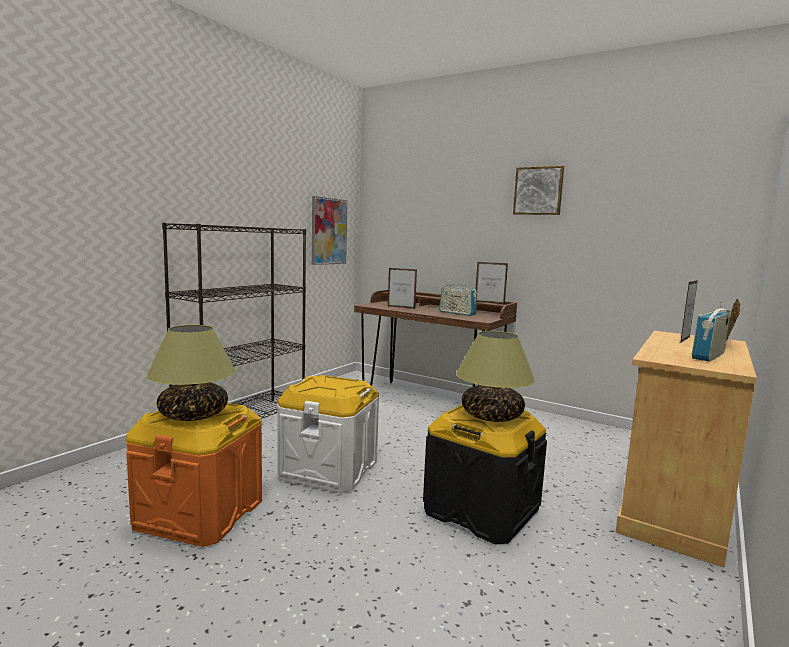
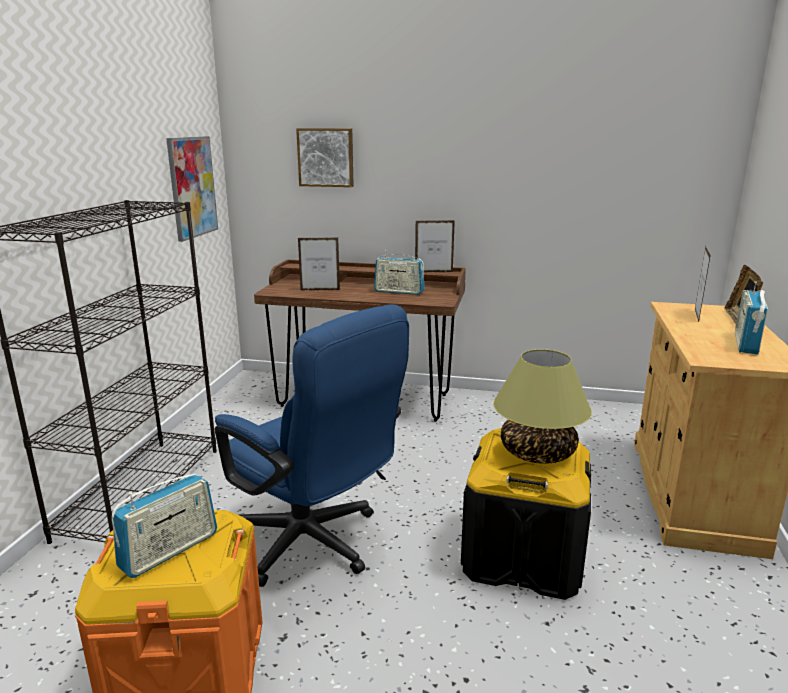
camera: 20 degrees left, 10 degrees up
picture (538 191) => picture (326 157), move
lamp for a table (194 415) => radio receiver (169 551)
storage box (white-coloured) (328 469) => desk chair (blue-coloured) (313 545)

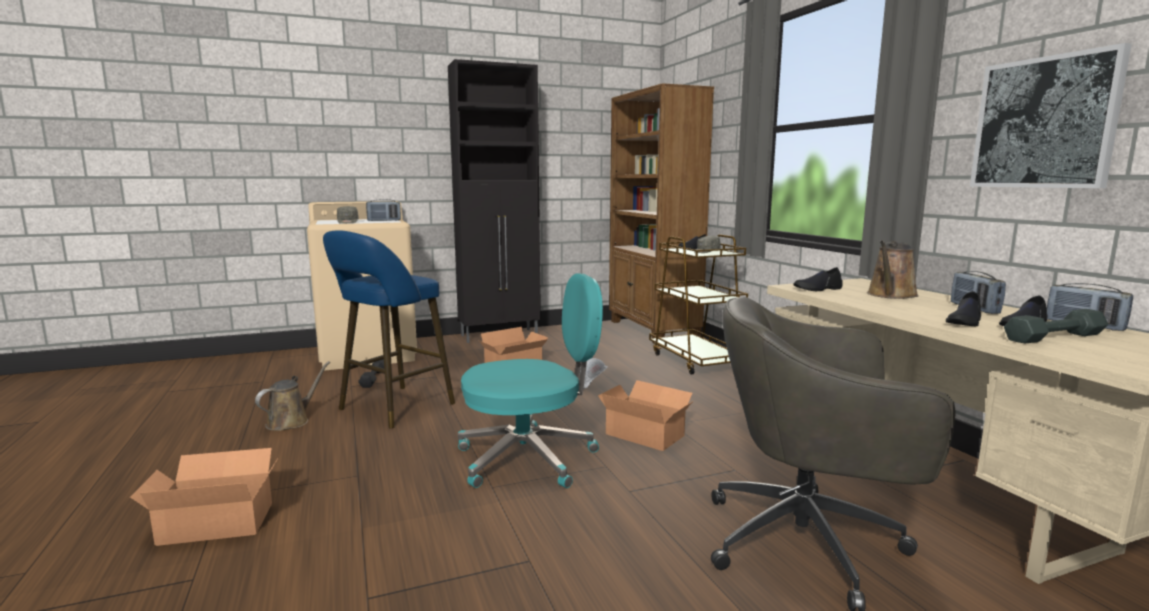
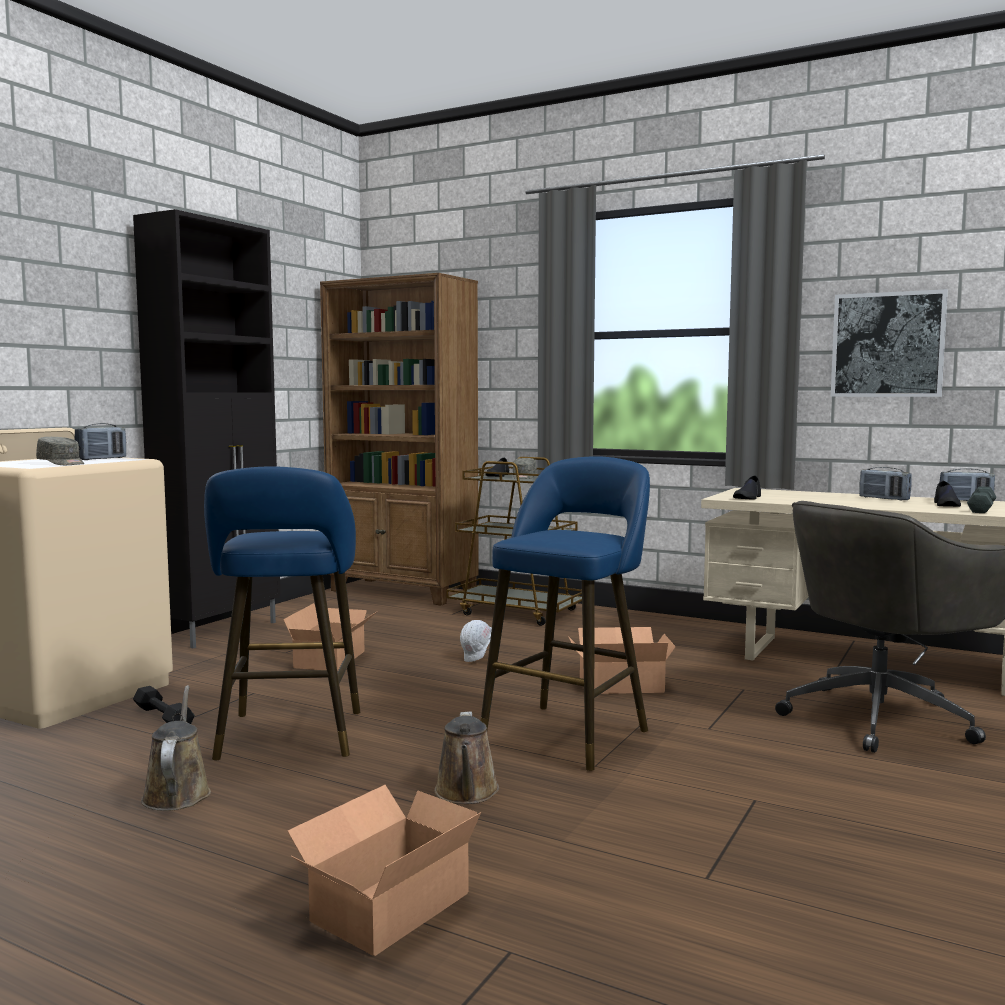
camera: 40 degrees left, 5 degrees down
shoe (blackish) (964 322) => nothing
watering can (brown) (890 295) => watering can (brown) (466 793), move
desk chair (turquoise) (530 458) => sitting stool (blue-coloured) (569 733)

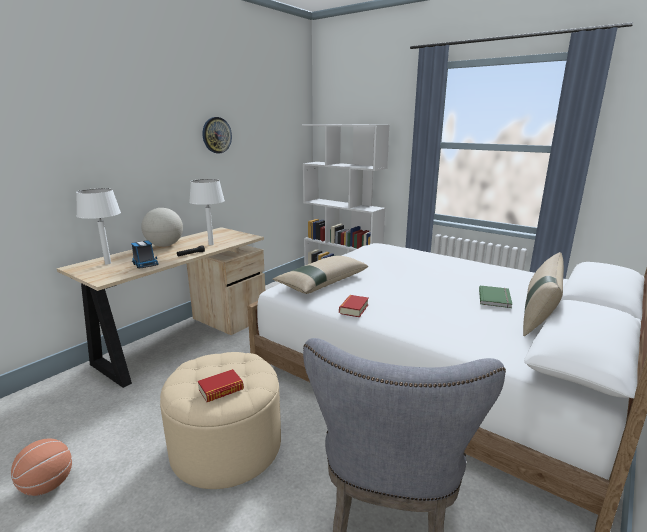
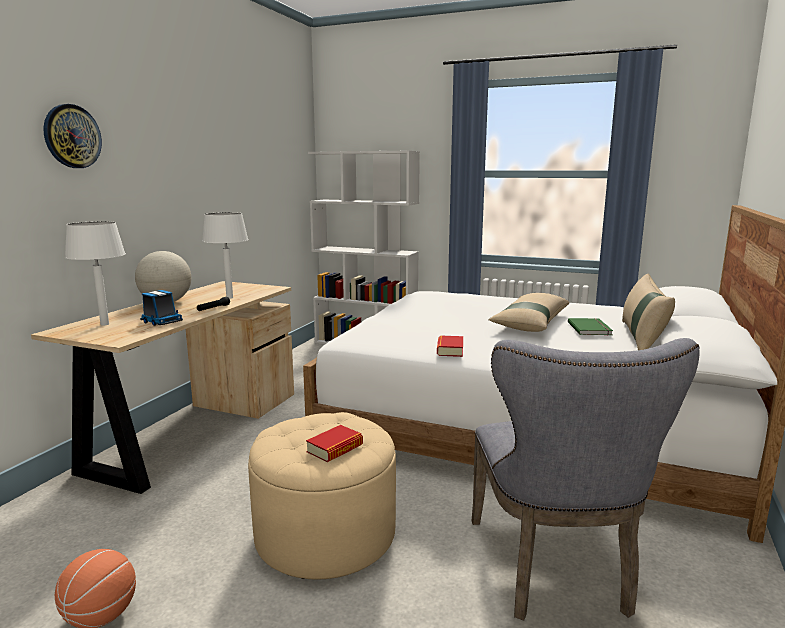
camera: 15 degrees left, 5 degrees down
clock on the wall (216 135) => clock on the wall (72 136), move
throw pillow (beige) (321 282) => throw pillow (beige) (530 322), move

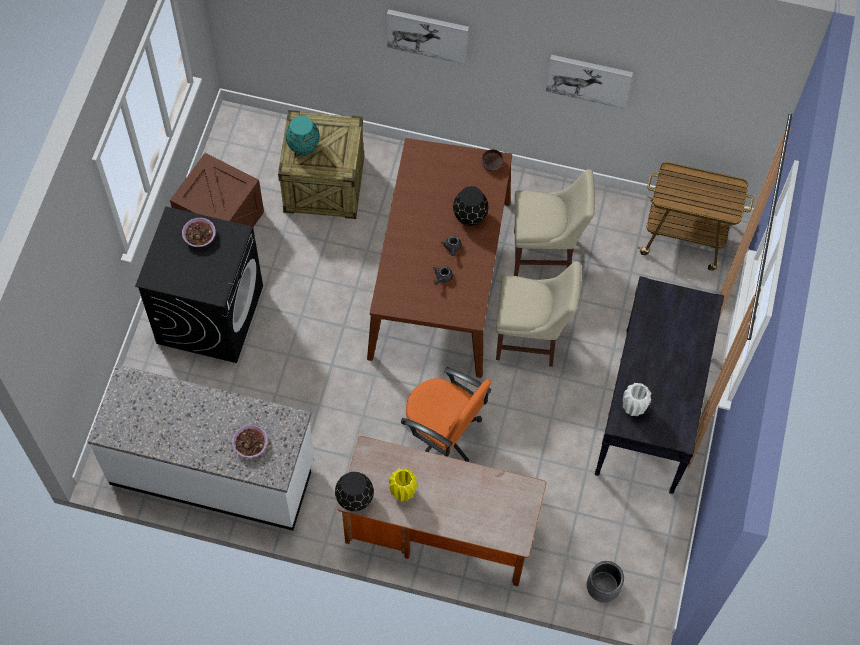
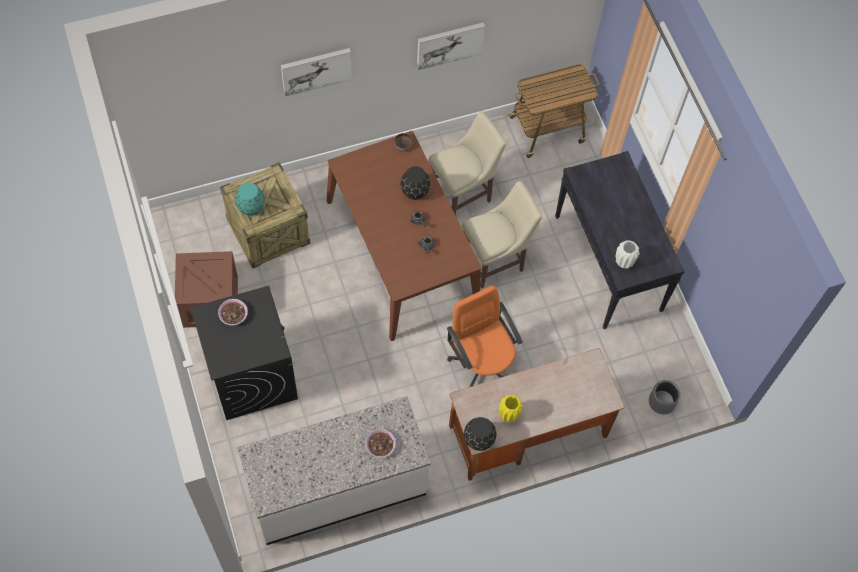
camera: 35 degrees left, 0 degrees up
desk chair (orangey) (443 434) => desk chair (orangey) (482 362), 120 degrees counterclockwise

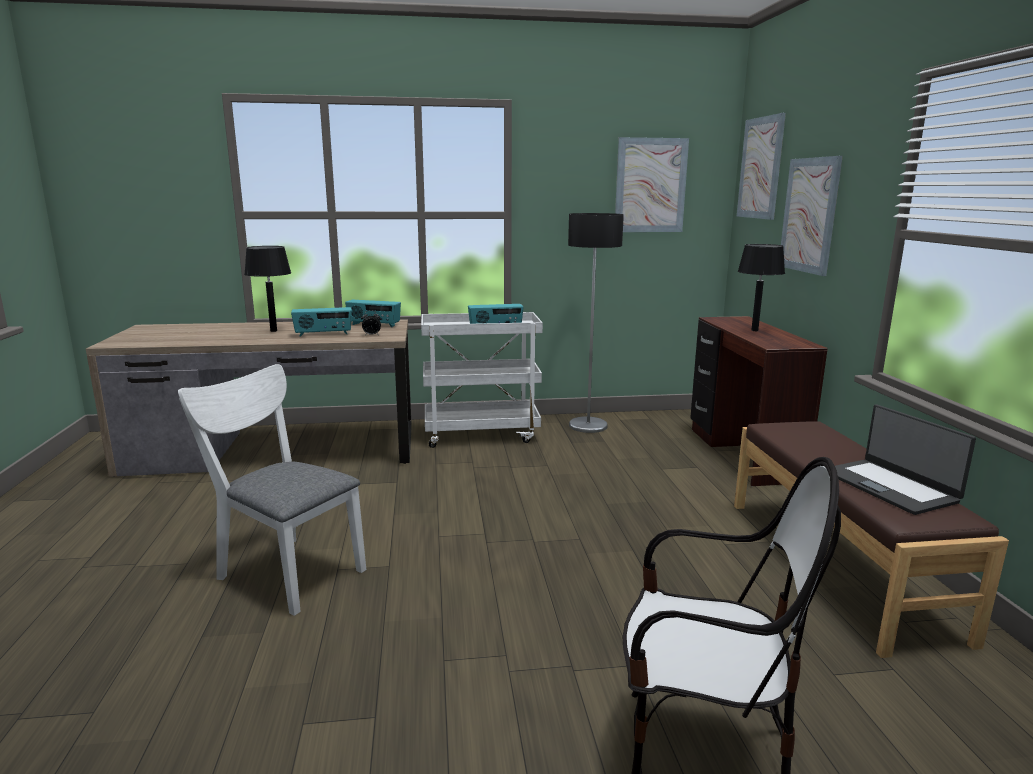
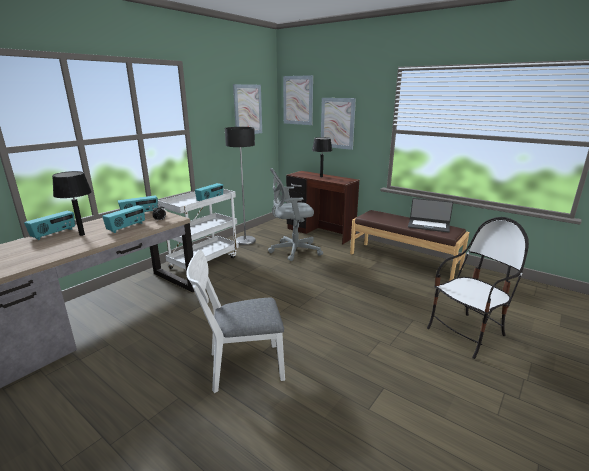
camera: 45 degrees left, 5 degrees up
nothing => radio receiver (54 234)
nothing => desk chair (greyish) (292 250)

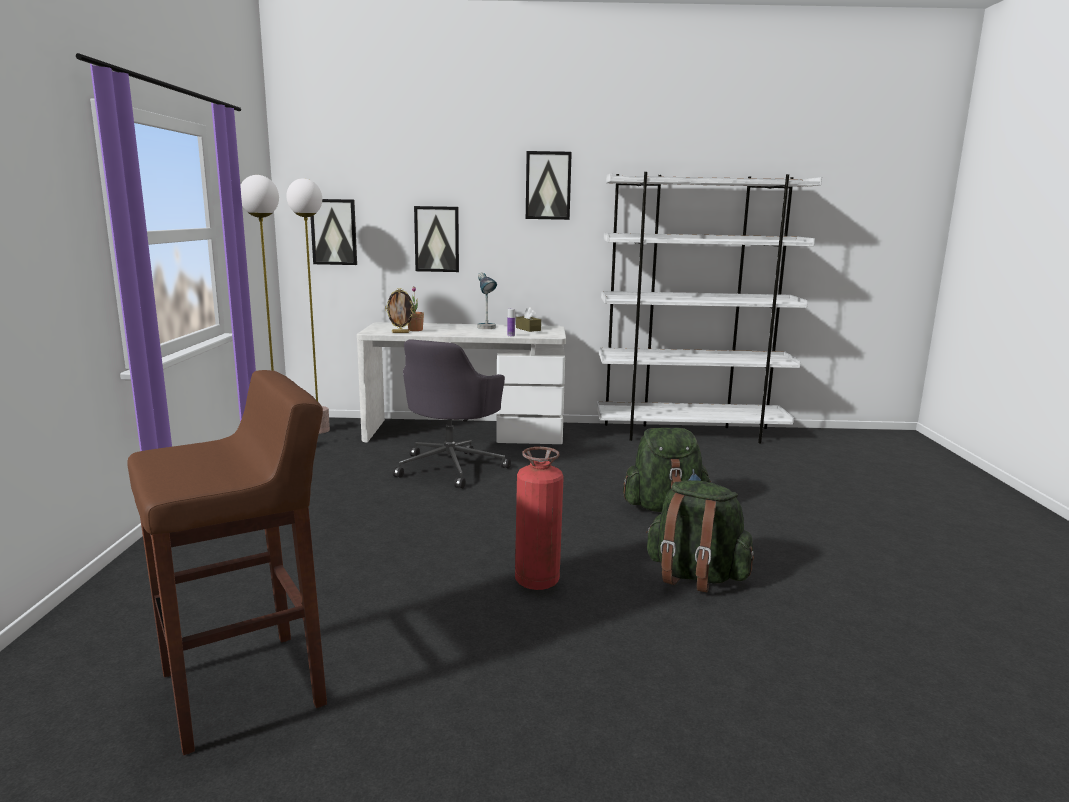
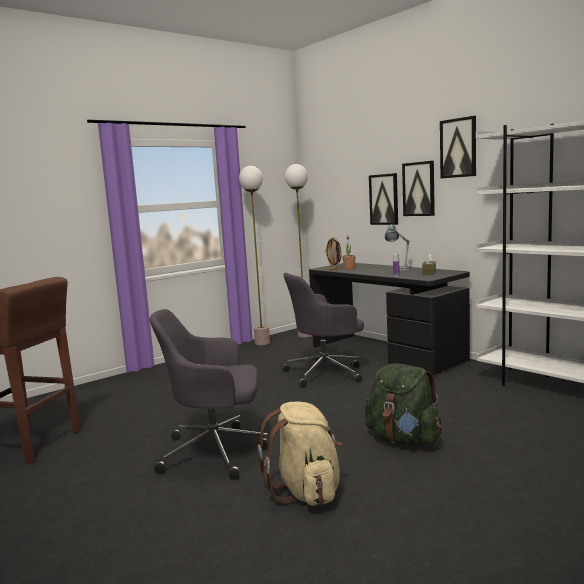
camera: 50 degrees right, 5 degrees down
picture (334 232) => picture (419 189), move
extinguisher (537 581) => desk chair (greyish) (216 452)
desk (white-coloured) (465 432) => desk (blackish) (386 353)
rucksack (greenish) (695 576) => rucksack (beige) (306 491)

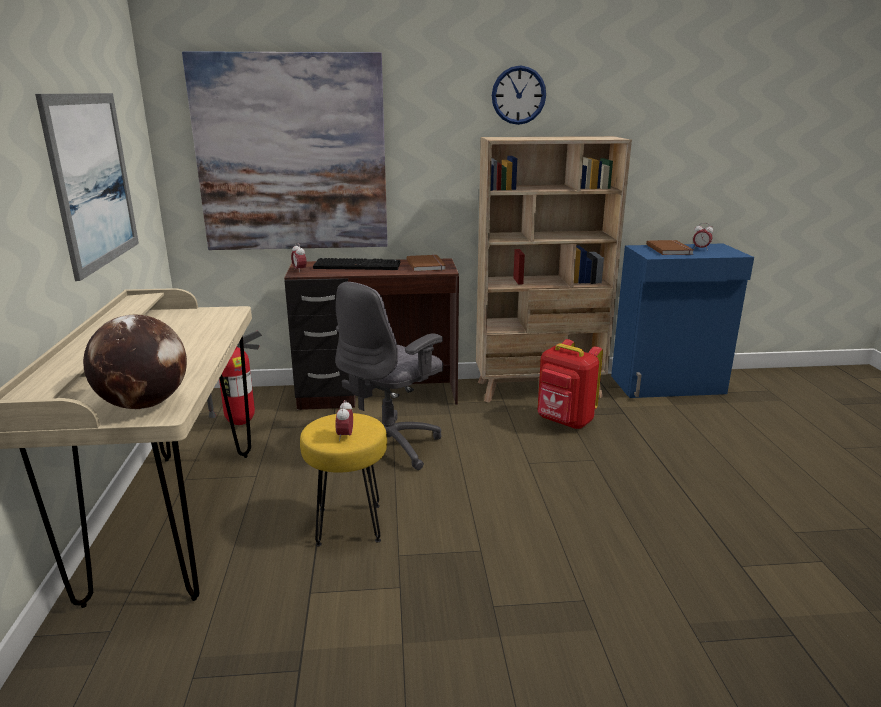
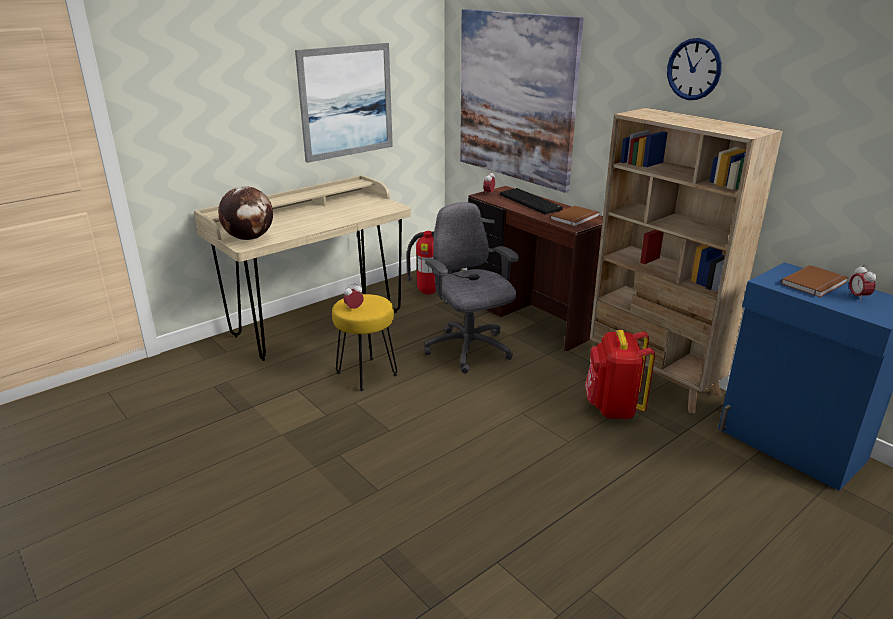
camera: 55 degrees right, 5 degrees up
desk chair (greyish) (390 446) => desk chair (greyish) (469 350), 60 degrees clockwise

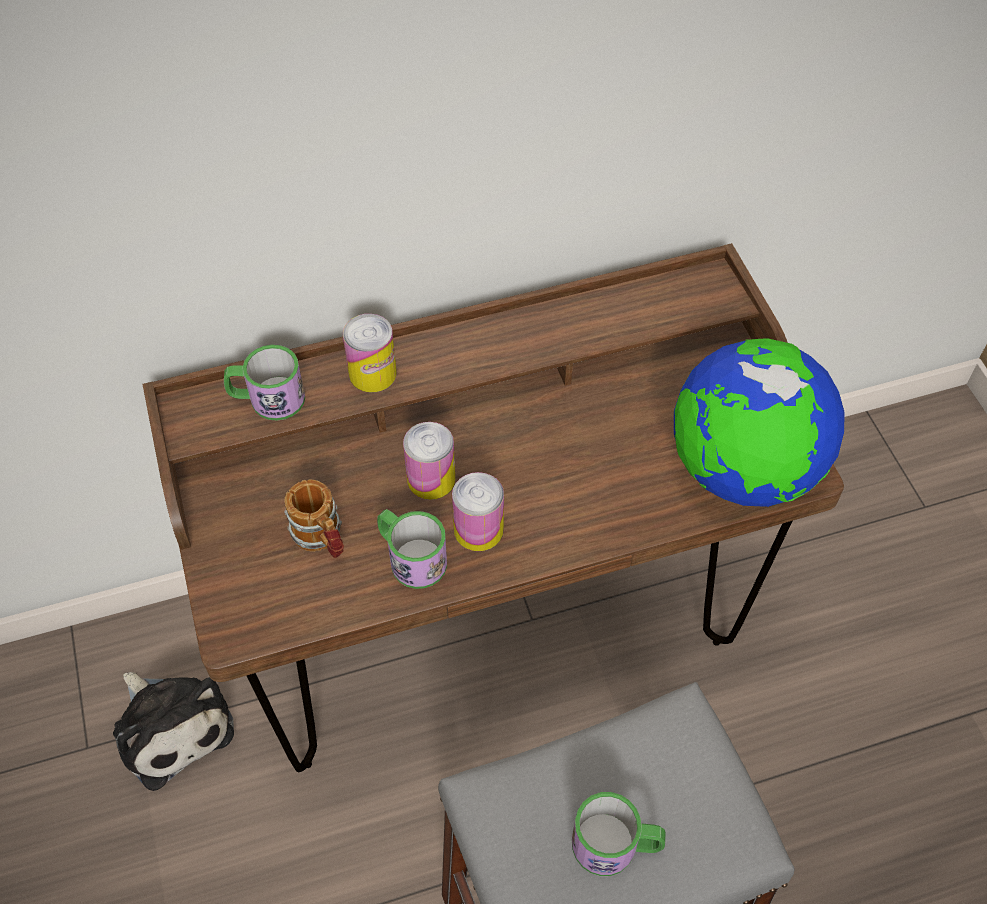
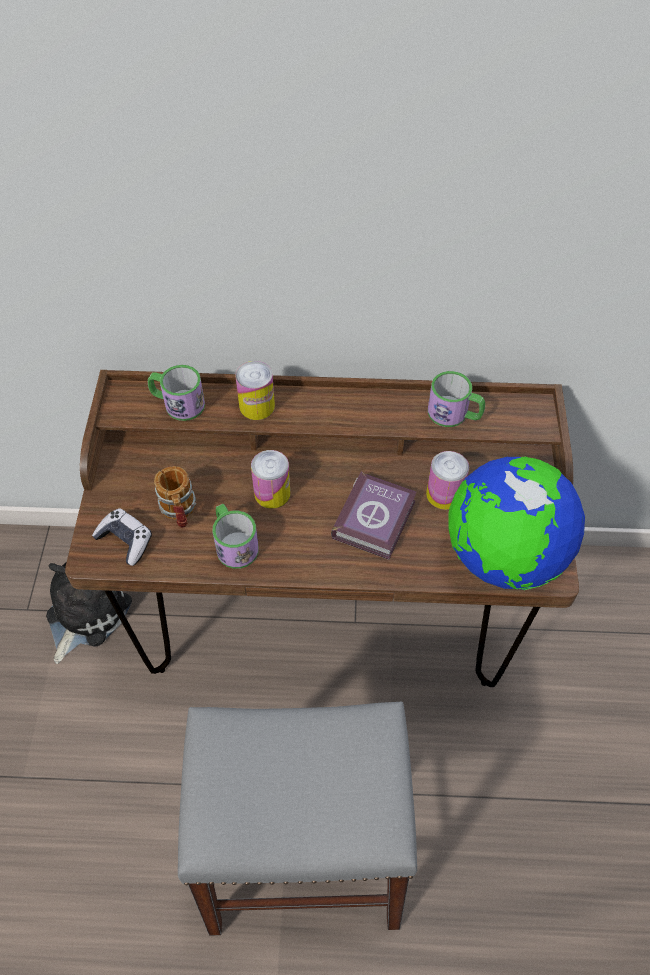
camera: 20 degrees right, 0 degrees up
nothing => game controller (125 541)
nothing => volume (376 518)
metal can (478 529) => metal can (444 494), move
tea mug (616 845) => tea mug (454 414), move
cuddly toy (171 726) => cuddly toy (85 613), 135 degrees counterclockwise

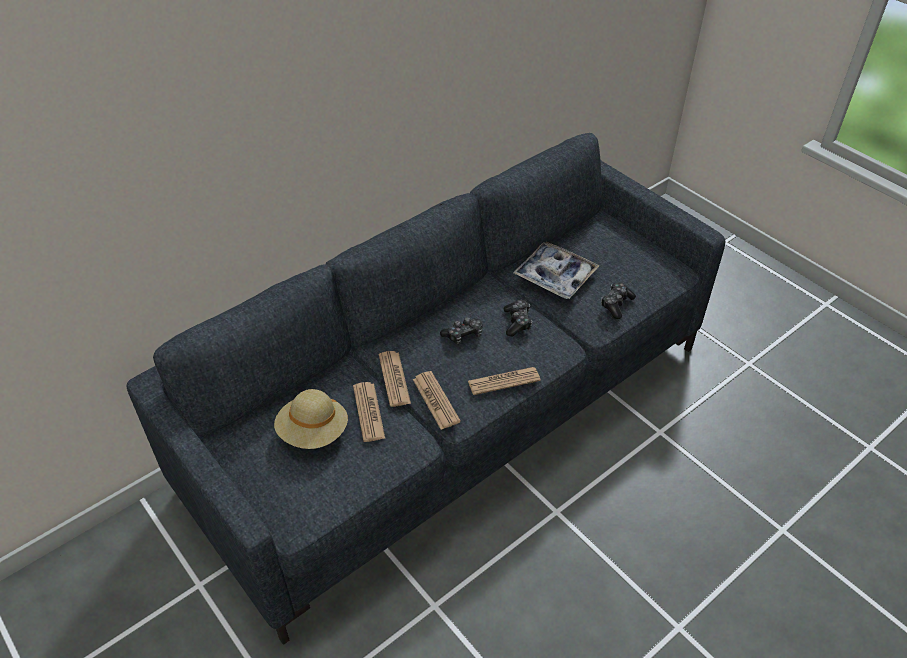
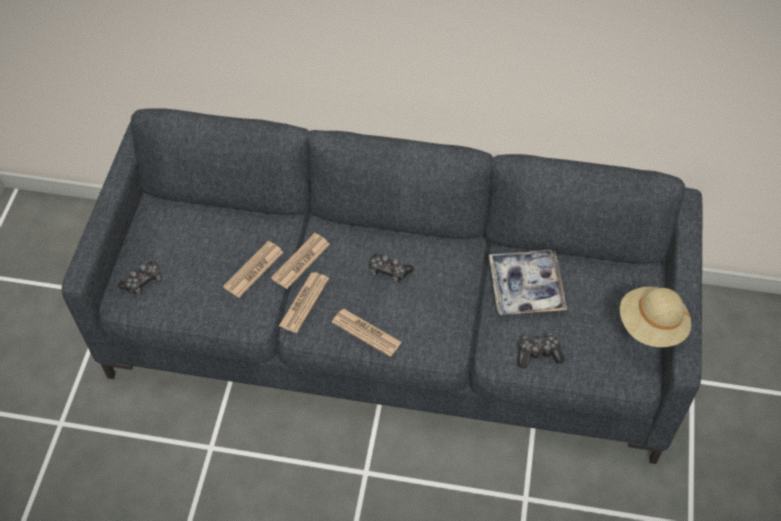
camera: 50 degrees right, 10 degrees up
hat (beige) (313 432) => hat (beige) (651 326), move
game controller (517 322) => game controller (143 282), move

